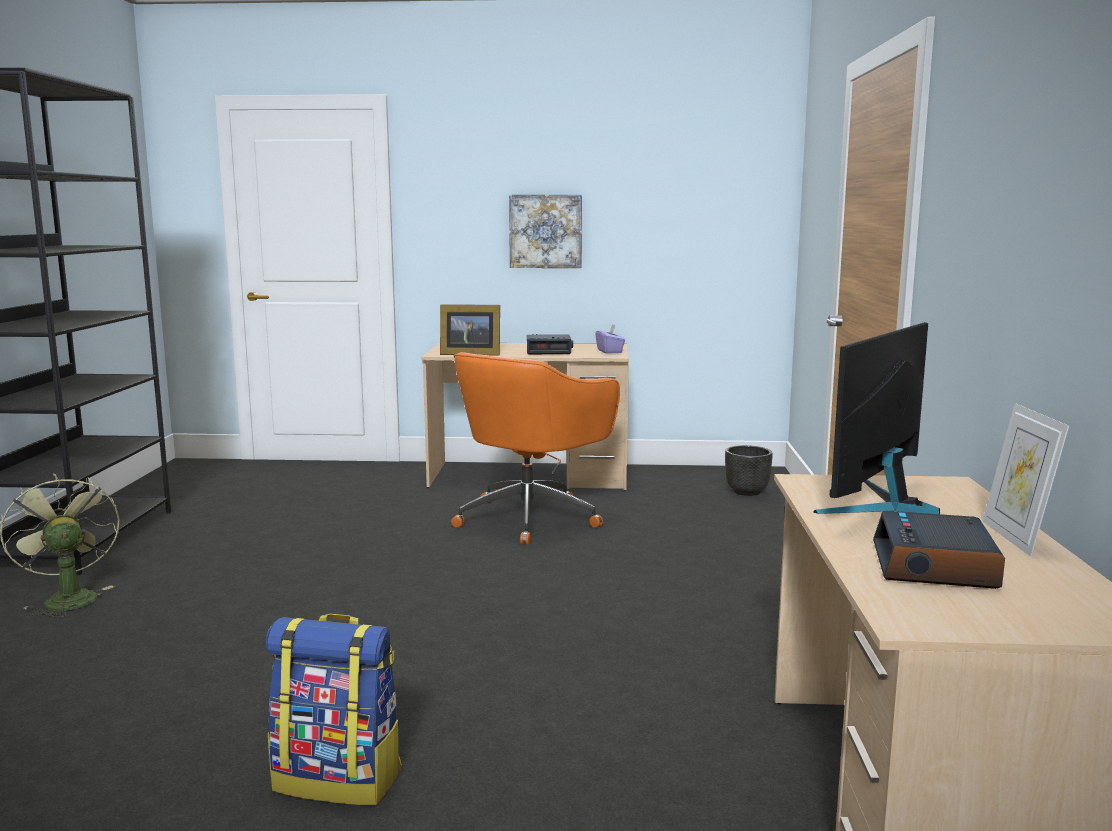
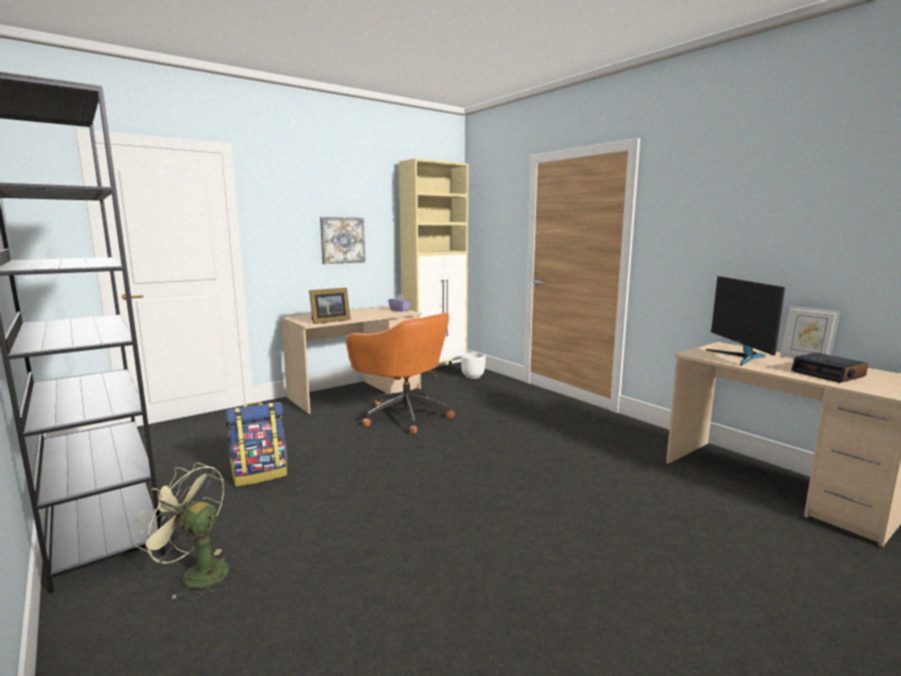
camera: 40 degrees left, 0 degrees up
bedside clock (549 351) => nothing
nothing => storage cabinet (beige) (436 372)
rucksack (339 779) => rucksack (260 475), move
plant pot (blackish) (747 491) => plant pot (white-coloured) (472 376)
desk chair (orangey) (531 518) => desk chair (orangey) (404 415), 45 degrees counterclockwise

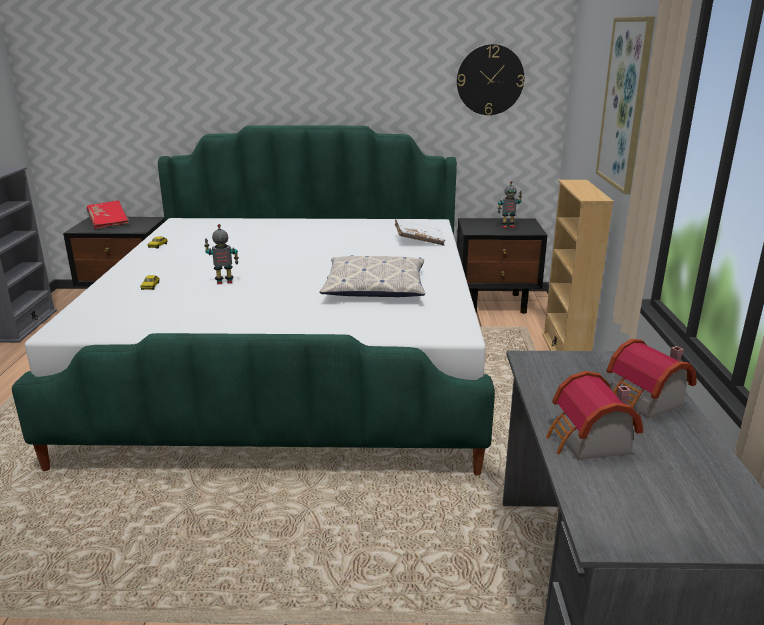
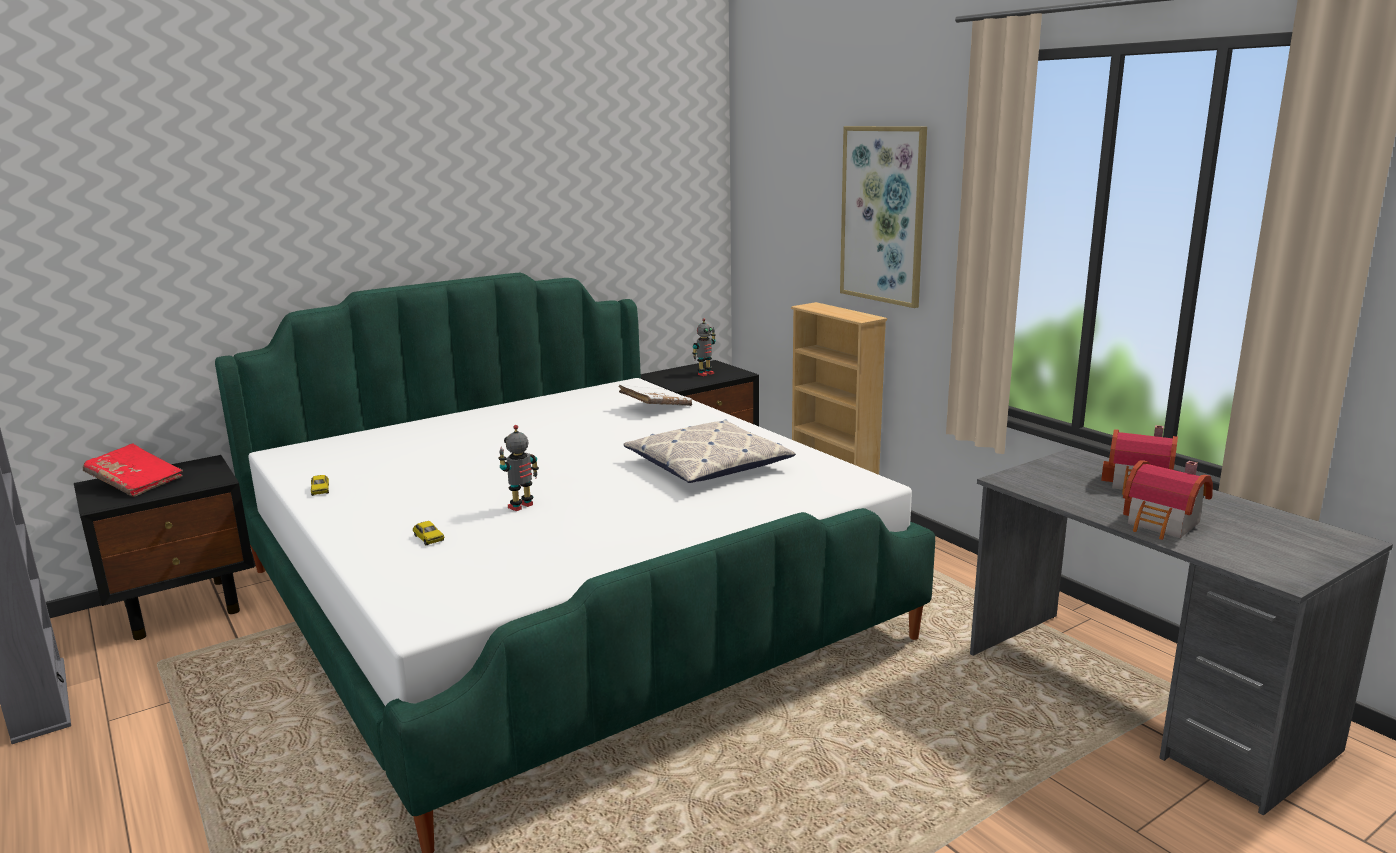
camera: 35 degrees left, 5 degrees down
clock on the wall (490 80) => nothing

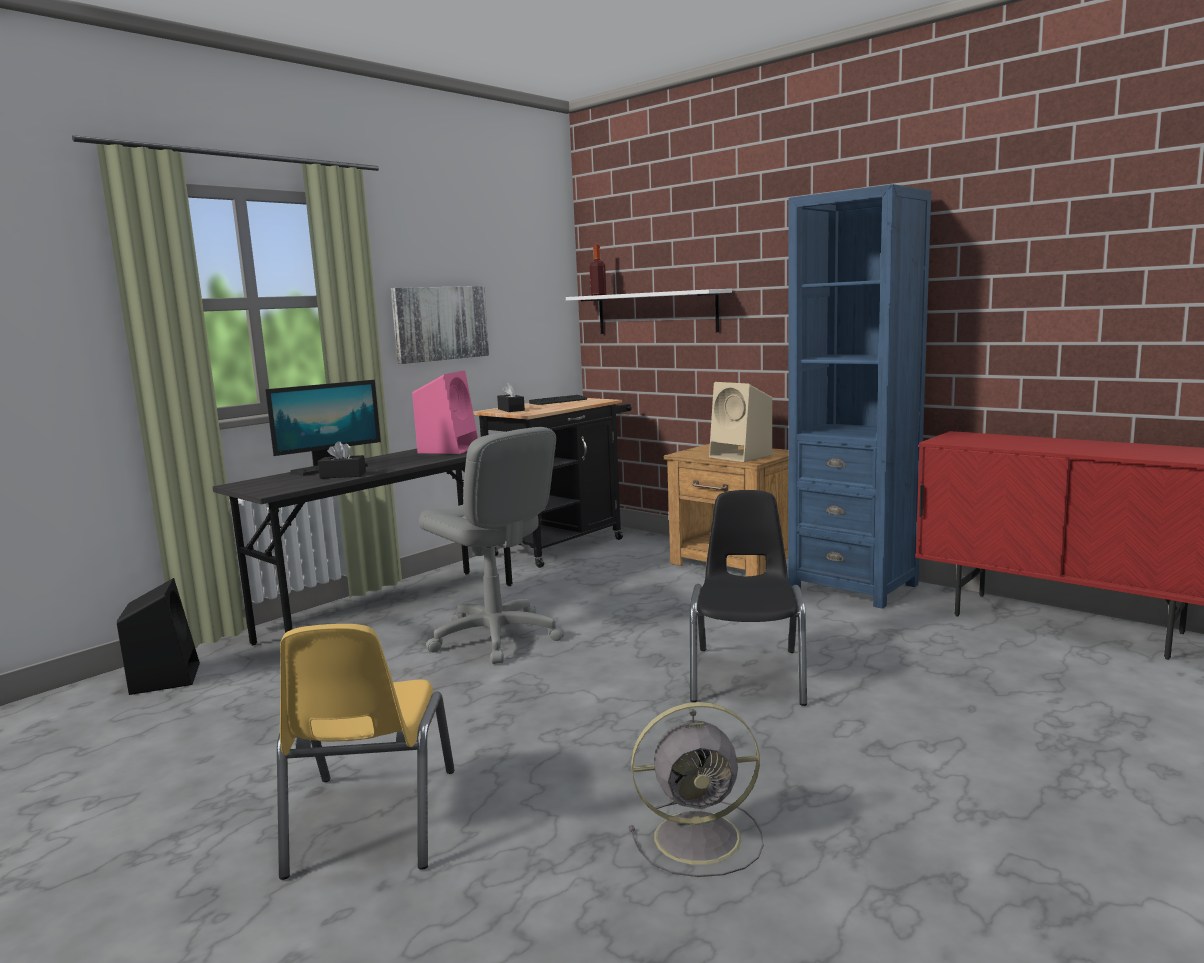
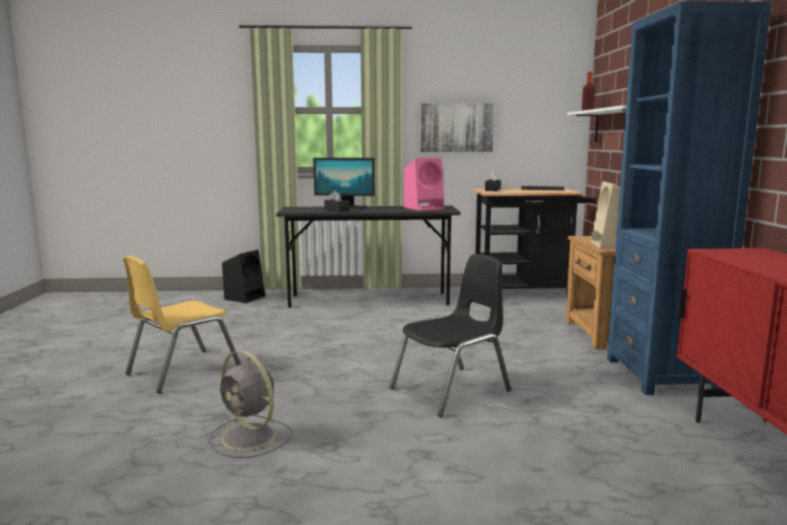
camera: 45 degrees right, 0 degrees up
desk chair (greyish) (495 637) => nothing

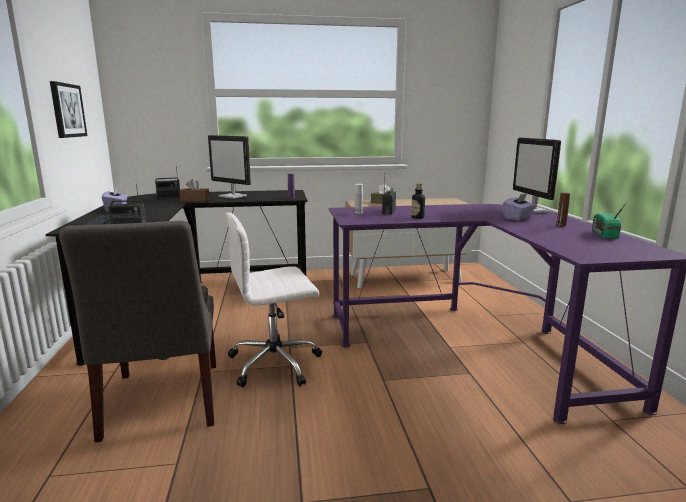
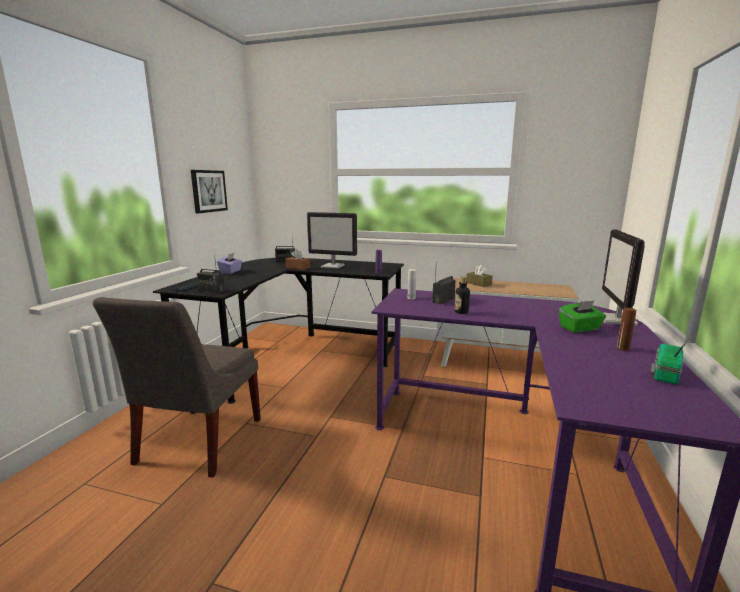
camera: 25 degrees right, 0 degrees up
desk chair (white-coloured) (276 363) => nothing
tissue box (purple-coloured) (518 218) => tissue box (greenish) (580 328)
monitor (233 196) => monitor (333 266), 45 degrees counterclockwise

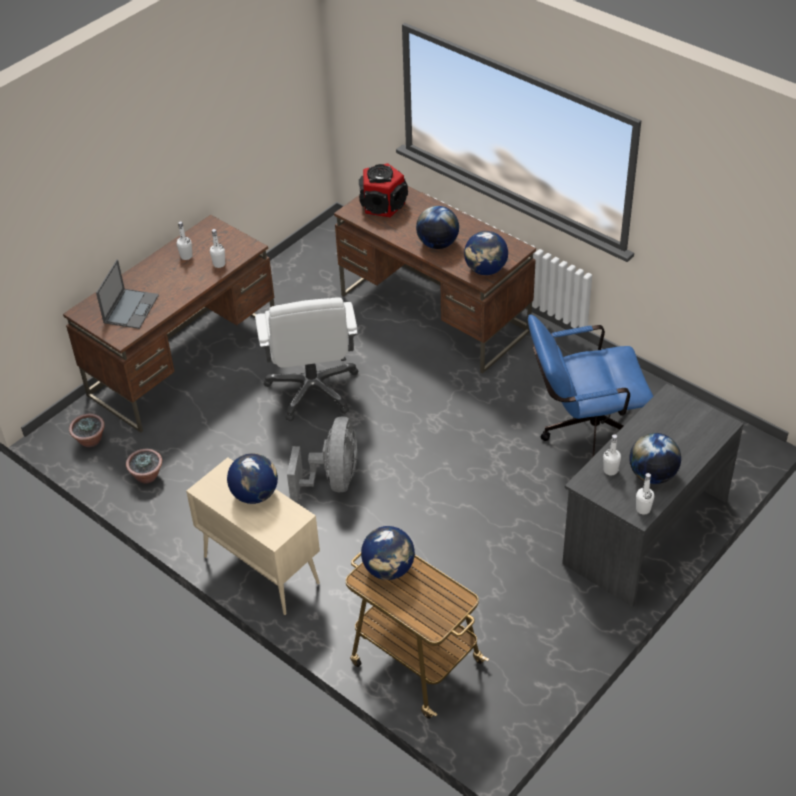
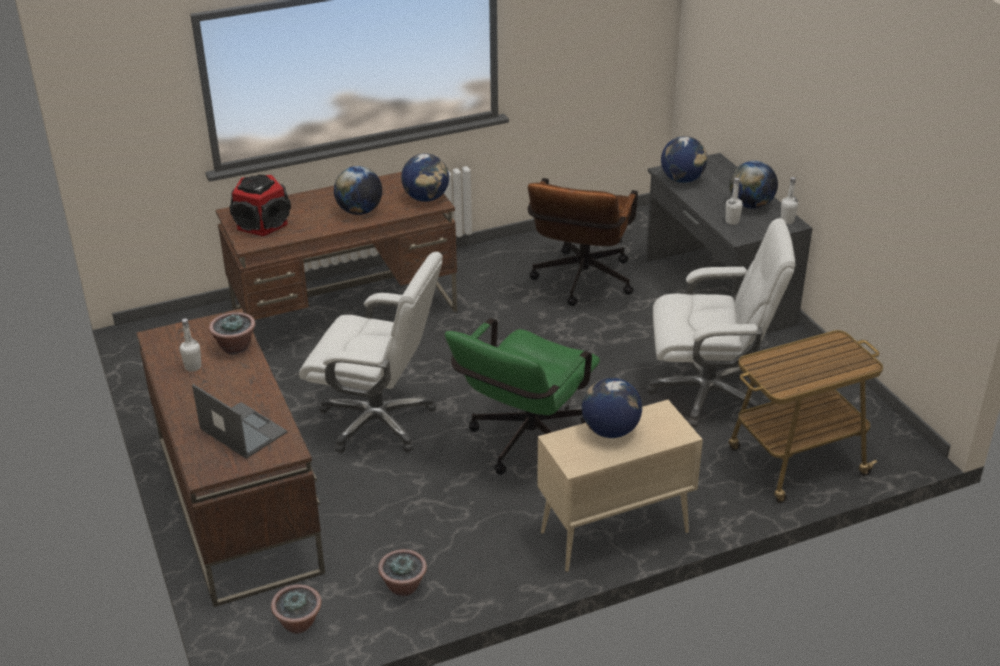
camera: 65 degrees left, 10 degrees down
nothing => desk chair (white-coloured) (708 393)
desk globe (389 569) => desk globe (682 179), move
beverage bottle (white-coloured) (219 264) => plant in a pot (235 347)
fan (greyish) (333 481) => desk chair (greenish) (524 446)
desk chair (blue-coloured) (583 433) => desk chair (brown) (581 283)

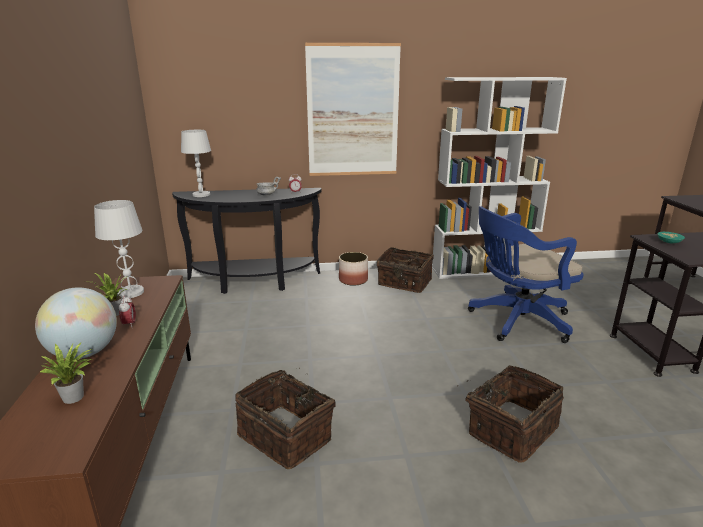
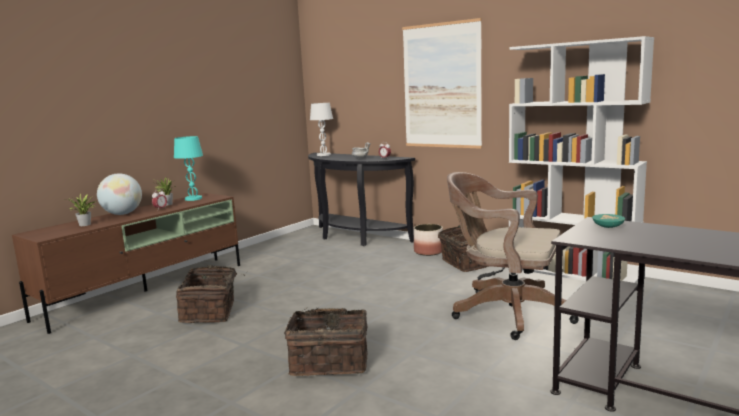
camera: 45 degrees right, 10 degrees down
lamp for a table (white-coloured) (130 293) => lamp for a table (turquoise) (193 199)
desk chair (blue-coloured) (515 321) => desk chair (brown) (505 312)

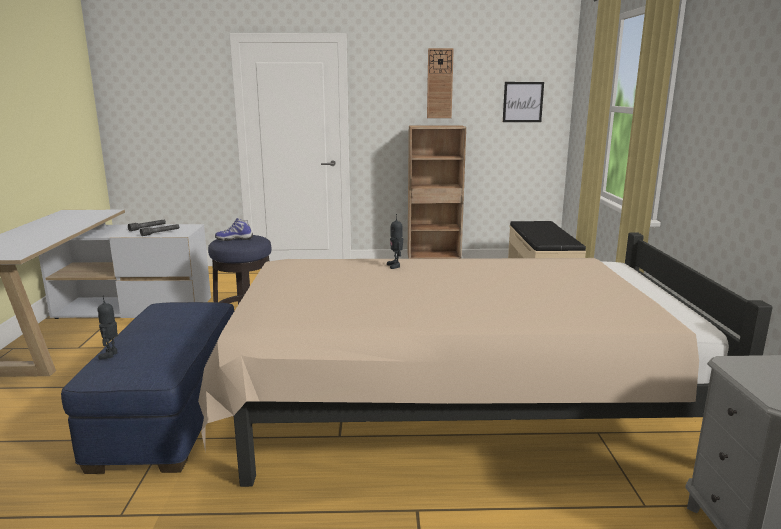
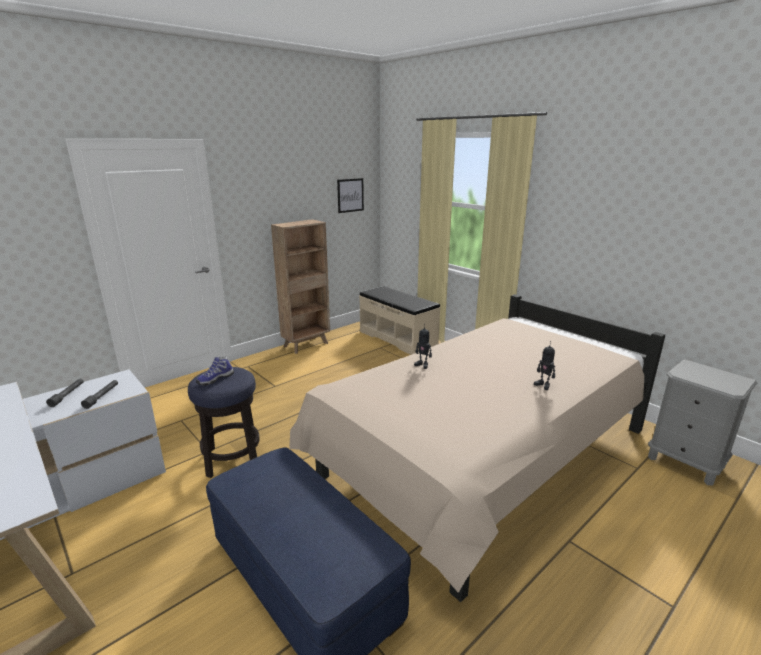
camera: 40 degrees left, 5 degrees up
clock on the wall (439 83) => nothing
toy robot (111 355) => toy robot (543 385), move

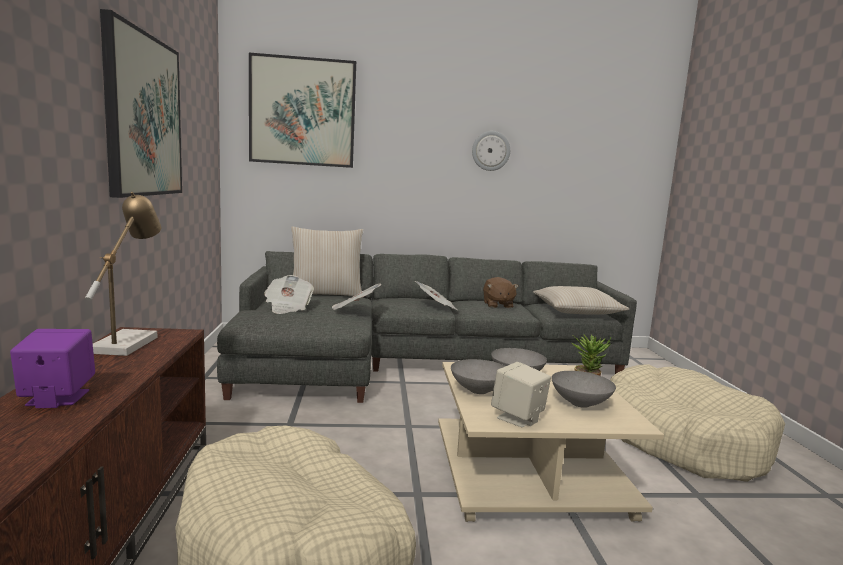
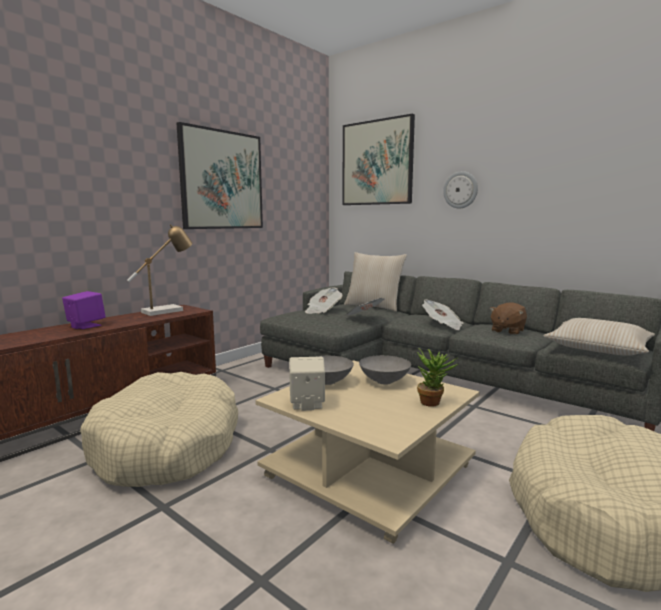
camera: 45 degrees right, 0 degrees up
serving bowl (greyish) (581 403) => nothing
clock on the wall (490 151) => clock on the wall (460 190), move

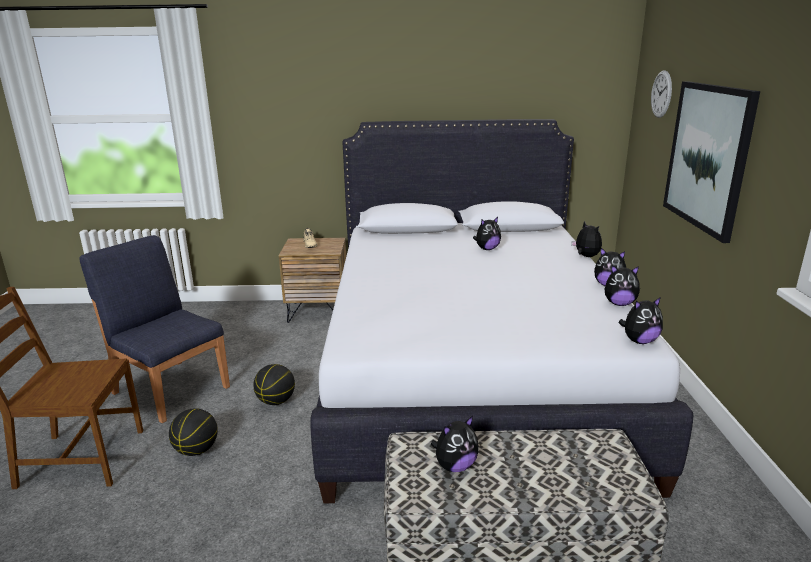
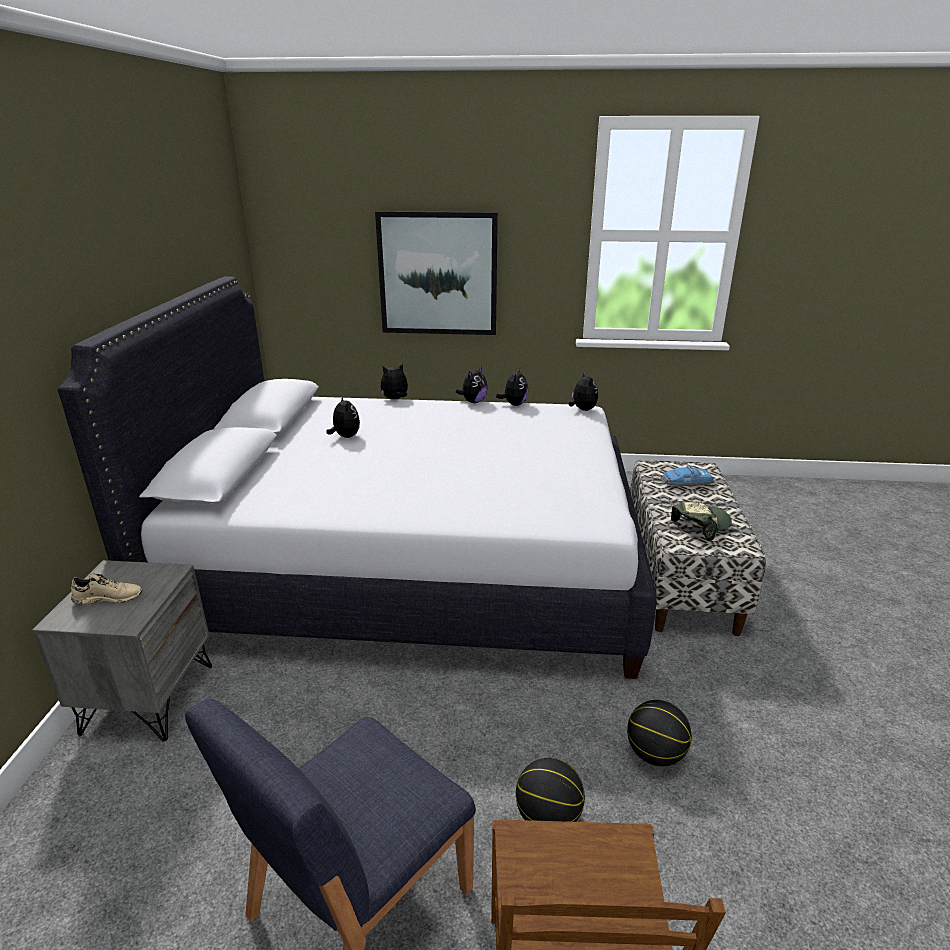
camera: 85 degrees left, 5 degrees up
clock on the wall (661 94) => nothing
nothing => model car (686 482)
ball for basketball (275 401) => ball for basketball (655 754), move
cuddly toy (455 466) => peaked cap (700 525)
night table (brown) (318 311) => night table (greyish) (148 698)

